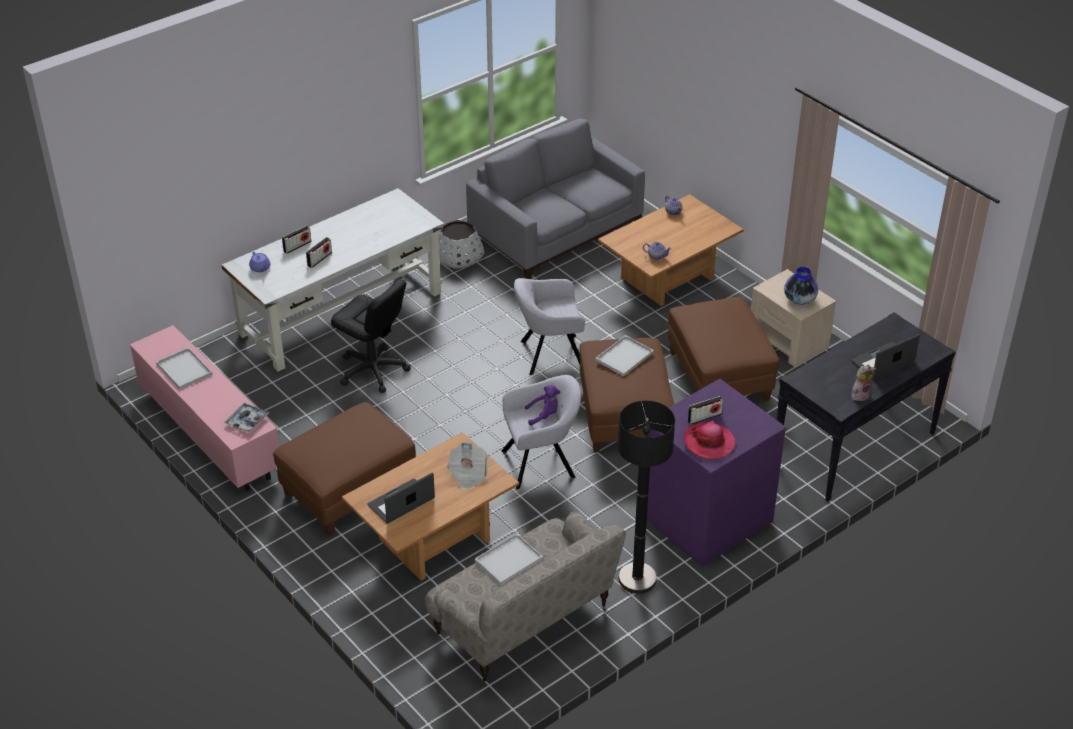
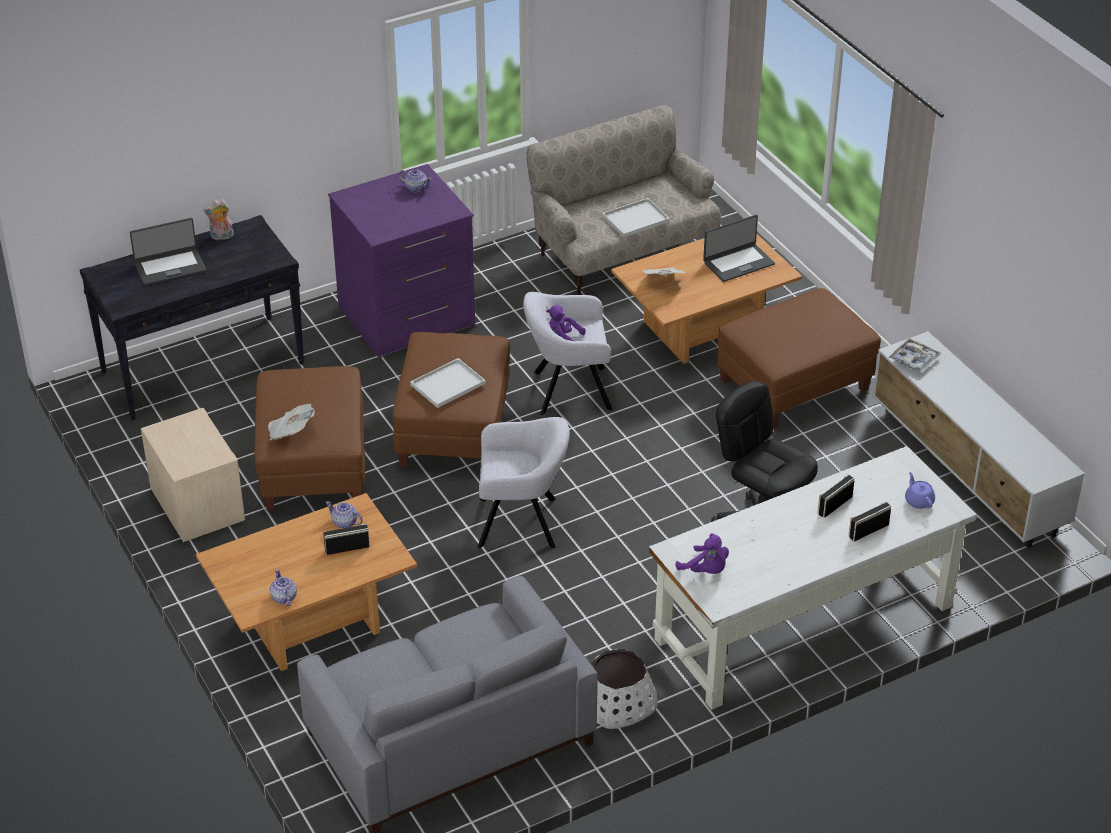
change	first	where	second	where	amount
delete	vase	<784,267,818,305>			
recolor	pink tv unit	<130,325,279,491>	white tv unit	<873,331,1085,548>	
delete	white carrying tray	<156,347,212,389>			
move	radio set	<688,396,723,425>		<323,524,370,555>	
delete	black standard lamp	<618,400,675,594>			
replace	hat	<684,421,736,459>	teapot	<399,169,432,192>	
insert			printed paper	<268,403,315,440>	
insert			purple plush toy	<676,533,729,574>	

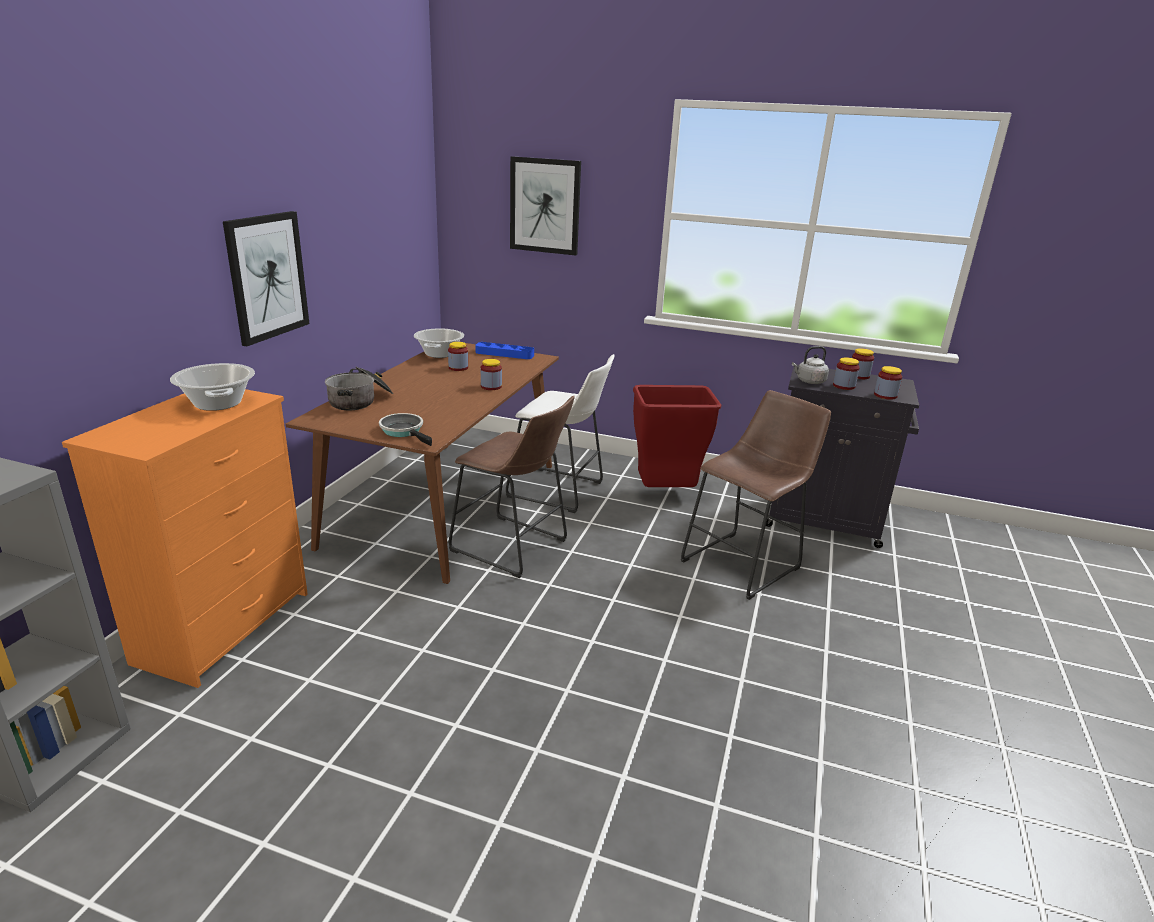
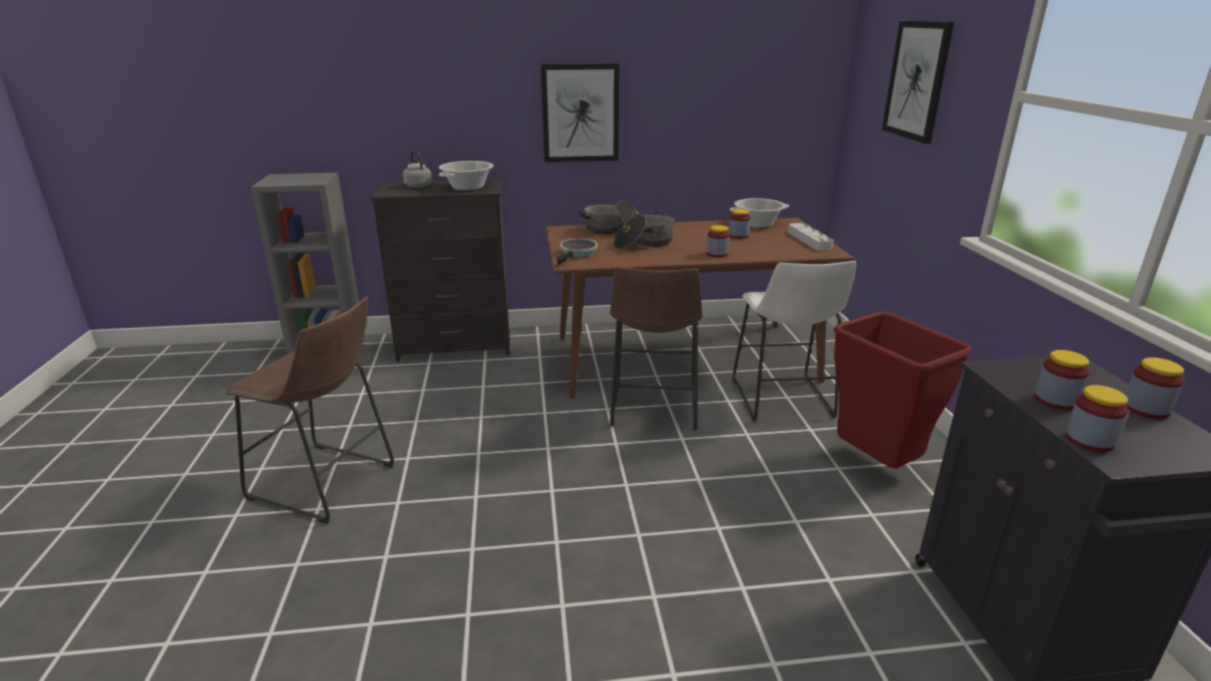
change	first	where	second	where	amount
recolor	bluish carrying tray	<475,342,534,359>	greyish carrying tray	<788,223,833,250>	
move	greyish kettle	<792,346,829,384>		<403,151,432,188>	
recolor	orange-coloured chest of drawers	<62,389,308,688>	black chest of drawers	<371,179,510,362>	
move	brown stool seat	<681,390,831,600>		<225,297,395,524>	
insert			stockpot	<614,211,675,249>	

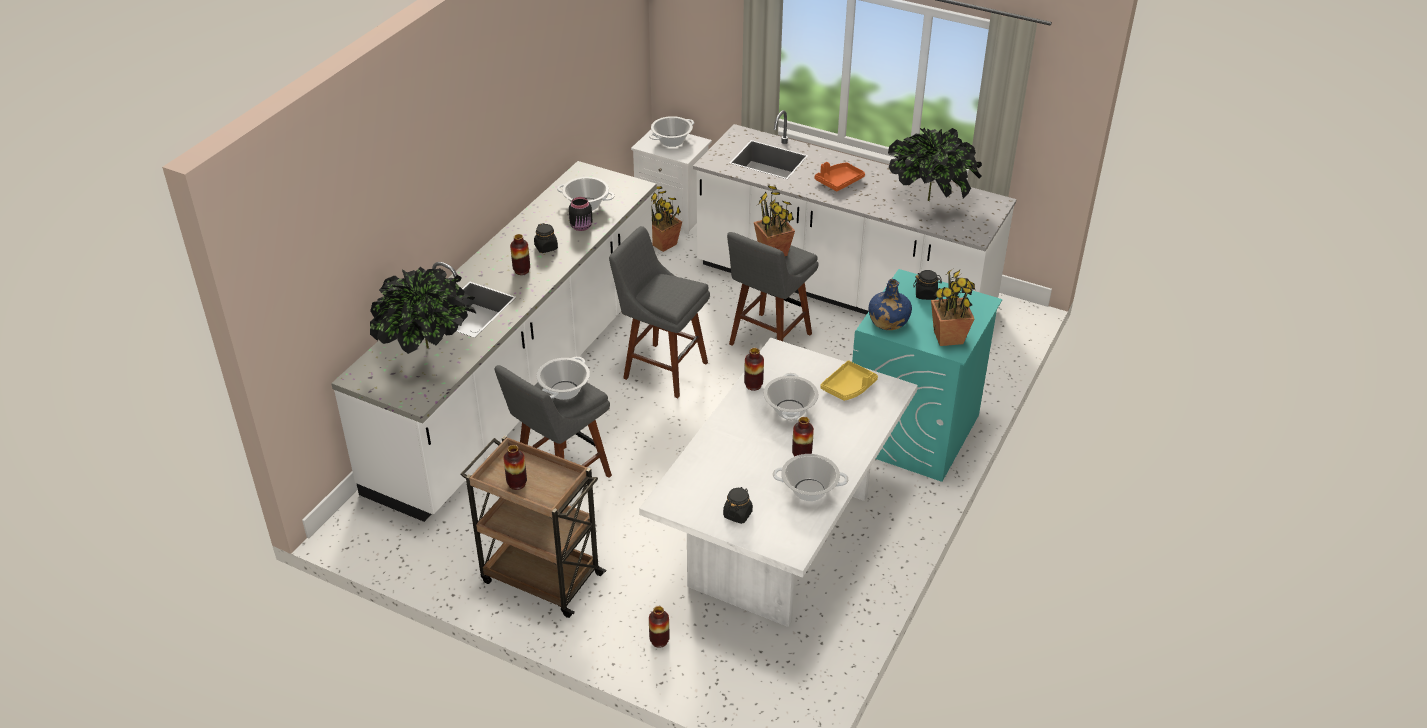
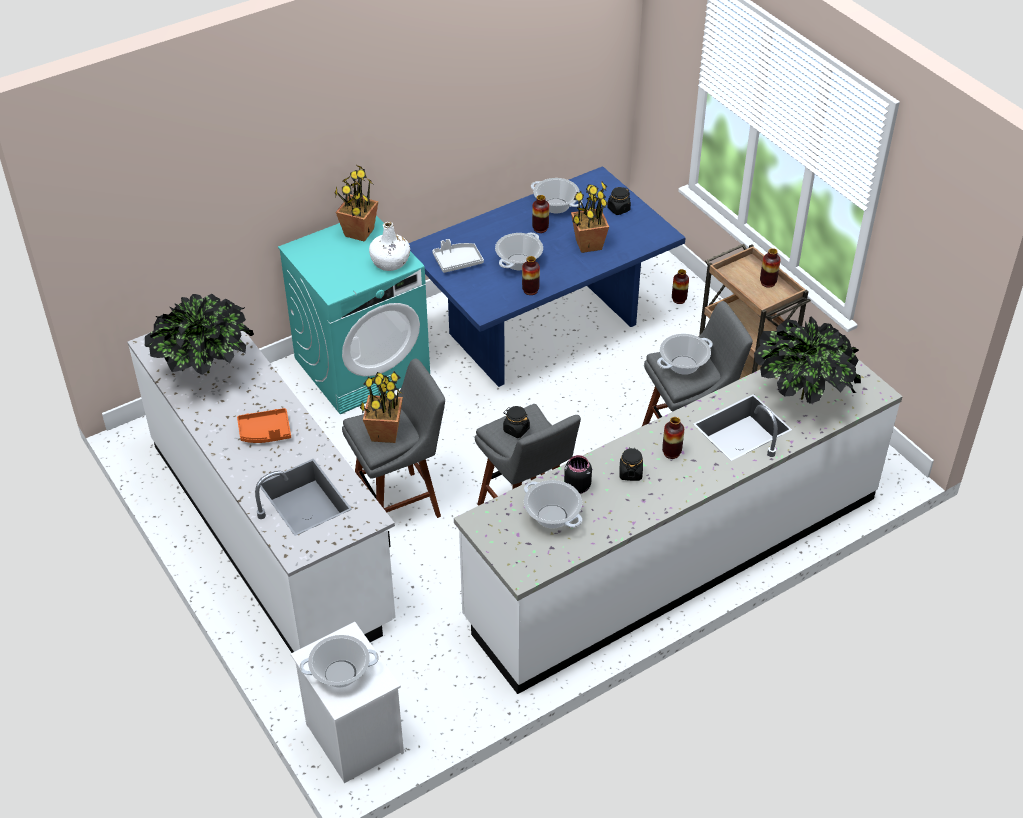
change	first	where	second	where	amount
move	plant in a pot	<651,186,682,252>		<571,182,609,253>	
move	black jar	<913,270,942,300>		<503,406,530,438>	
recolor	bluish drink bottle	<869,279,912,330>	white drink bottle	<369,222,410,271>	
recolor	white kitchen table	<639,338,918,627>	bluish kitchen table	<409,166,686,387>	
recolor	yellowish carrying tray	<820,360,878,401>	greyish carrying tray	<432,239,484,273>	

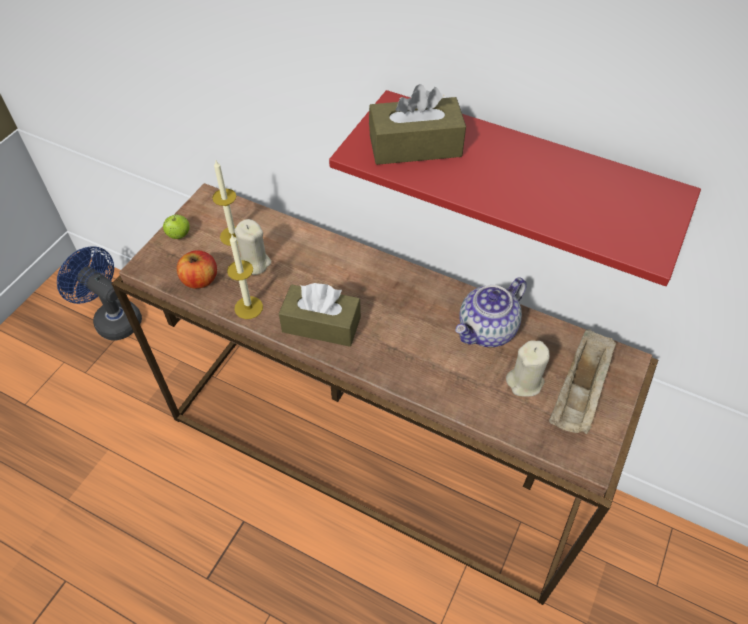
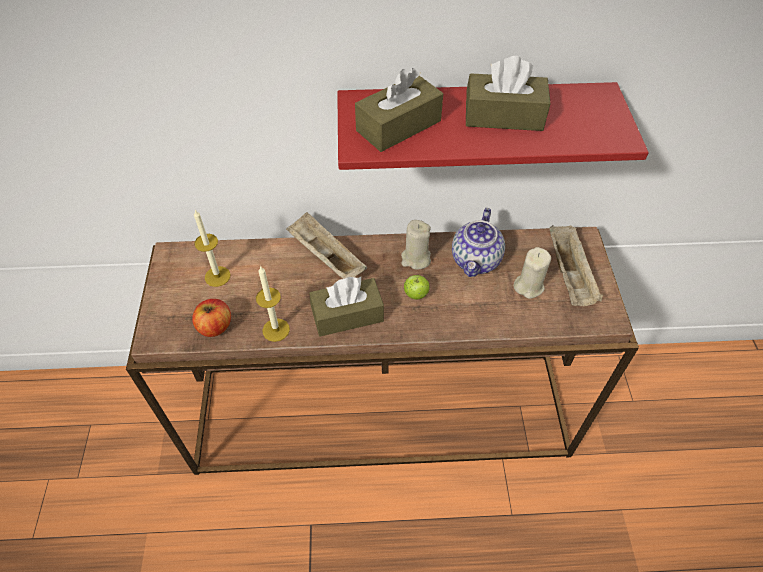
change	first	where	second	where	amount
move	apple fruit	<163,214,190,239>		<404,274,430,299>	
move	sand-coloured candle	<235,219,271,275>		<401,220,431,270>	
delete	bluish cooling fan	<57,246,142,341>			
insert			brown tissue holder	<466,56,551,131>	
insert			sand-coloured carrying tray	<286,212,367,279>	

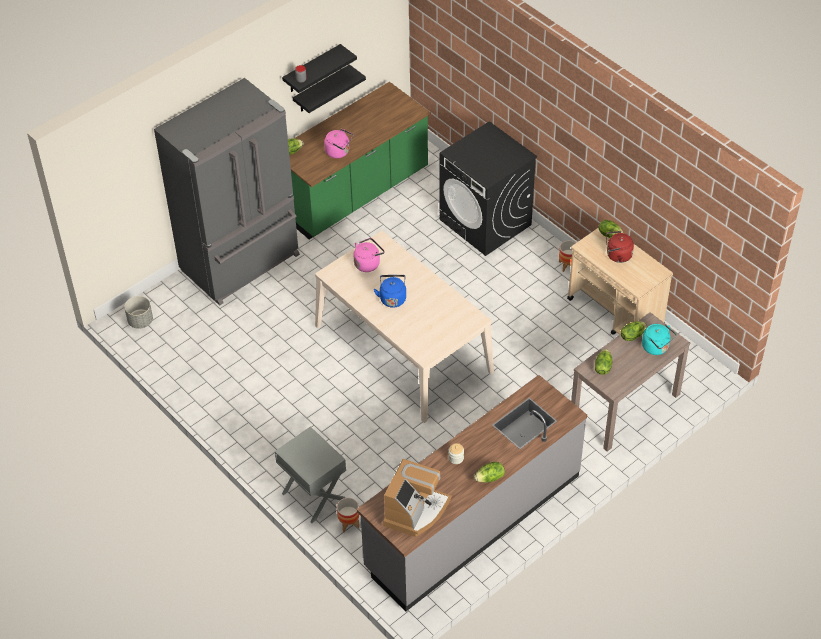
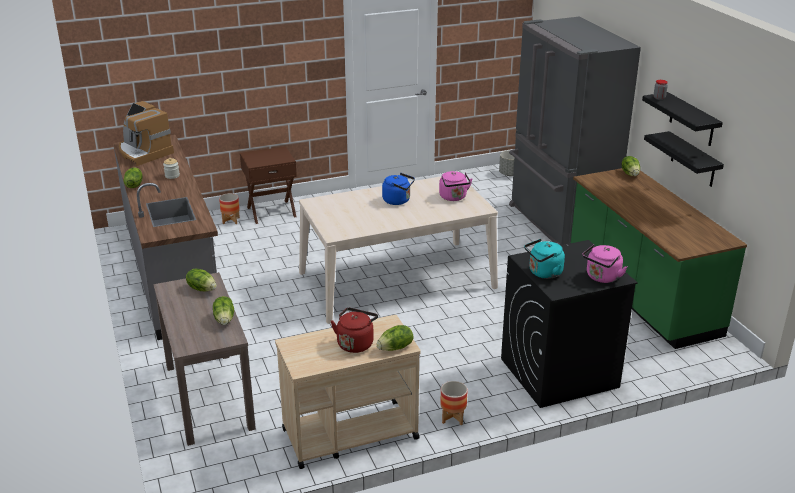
change	first	where	second	where	amount
move	pink kettle	<324,129,353,158>		<582,244,627,283>	
move	turquoise-coloured kettle	<642,324,677,355>		<524,239,565,279>	
recolor	greyish night table	<275,426,346,523>	brown night table	<240,146,297,224>	

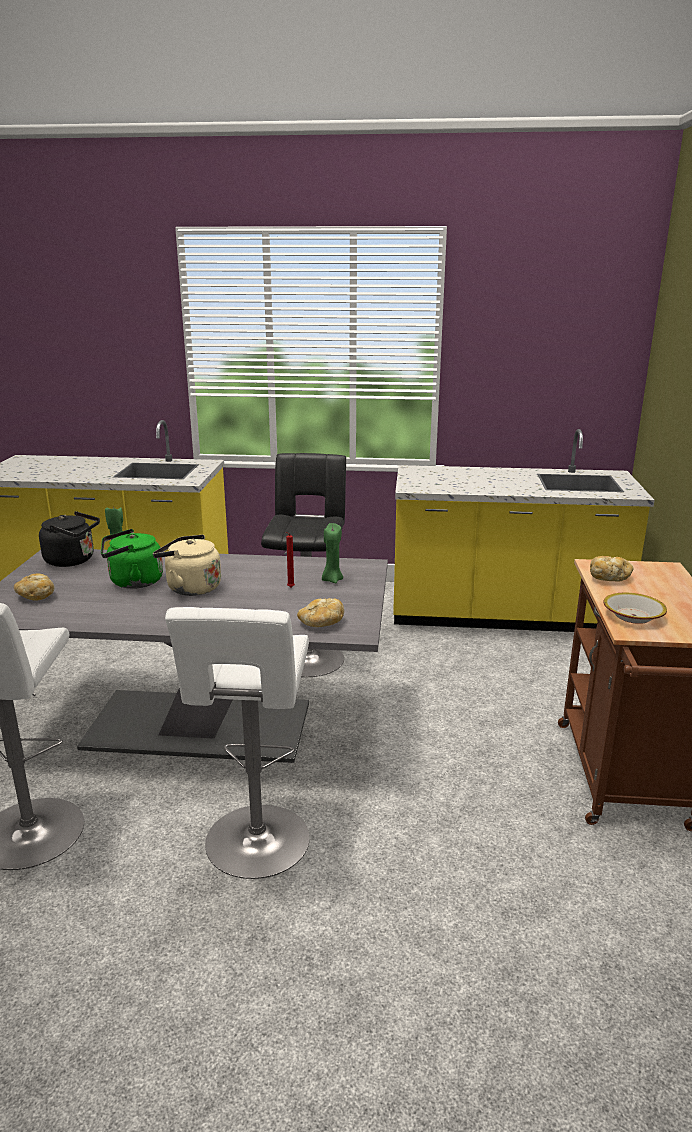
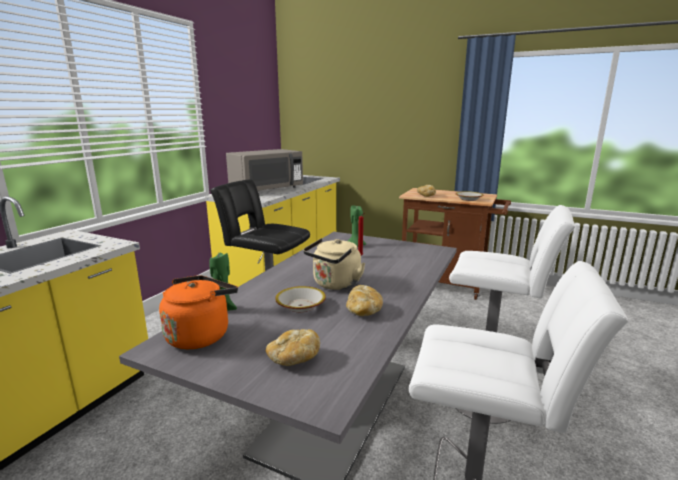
change	first	where	second	where	amount
recolor	black kettle	<39,511,100,567>	orange-coloured kettle	<159,275,238,349>	
replace	greenish kettle	<101,529,163,589>	serving bowl	<275,286,326,312>	
move	baked bread	<297,598,344,627>		<346,285,383,316>	
insert			greyish kitchen microwave	<226,149,303,191>	

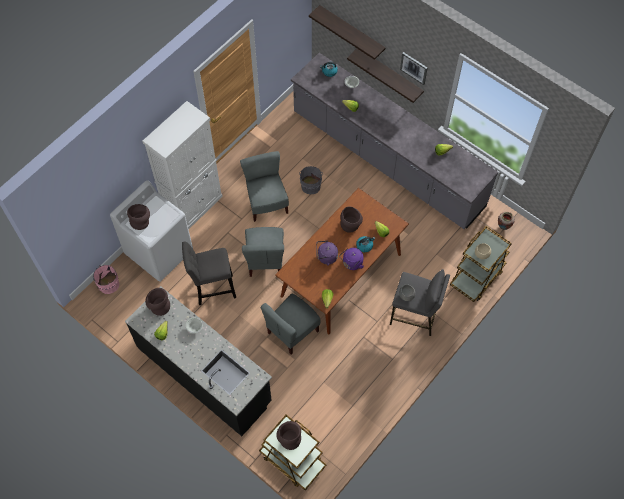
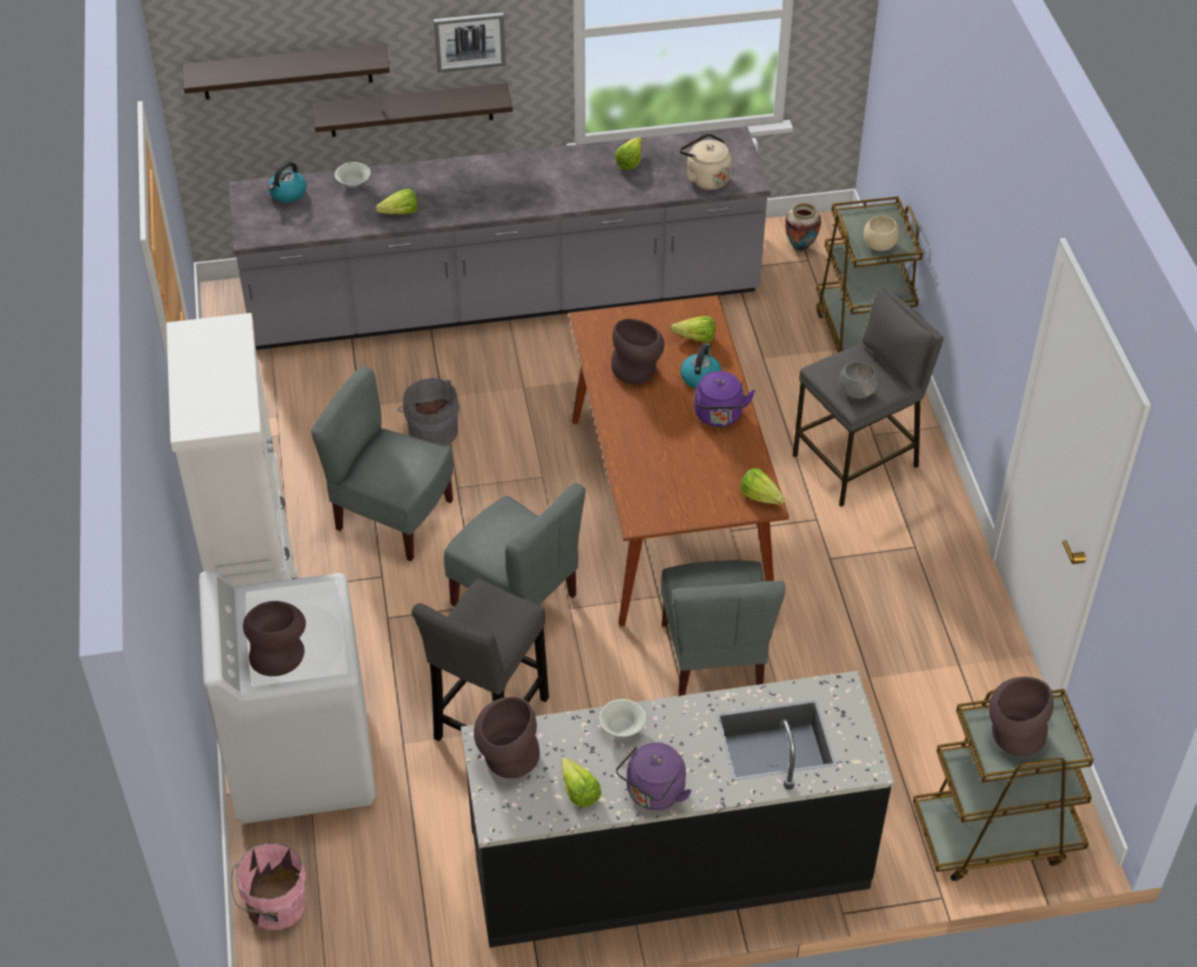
change	first	where	second	where	amount
move	purple kettle	<316,241,338,266>		<616,742,692,810>	
insert			sand-coloured kettle	<679,133,732,190>	

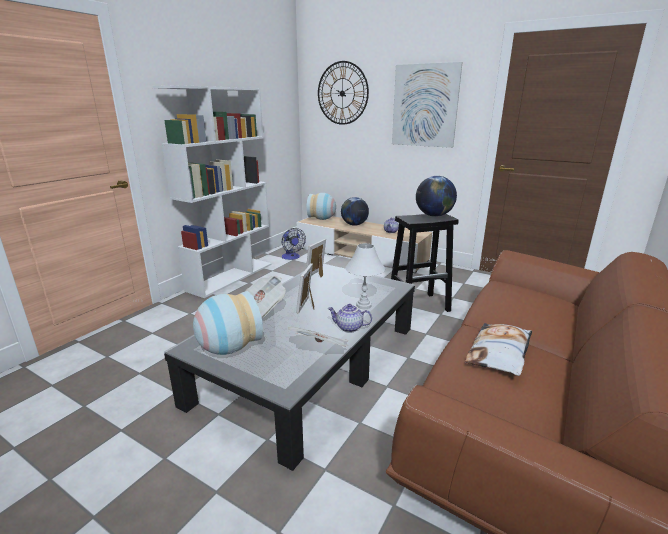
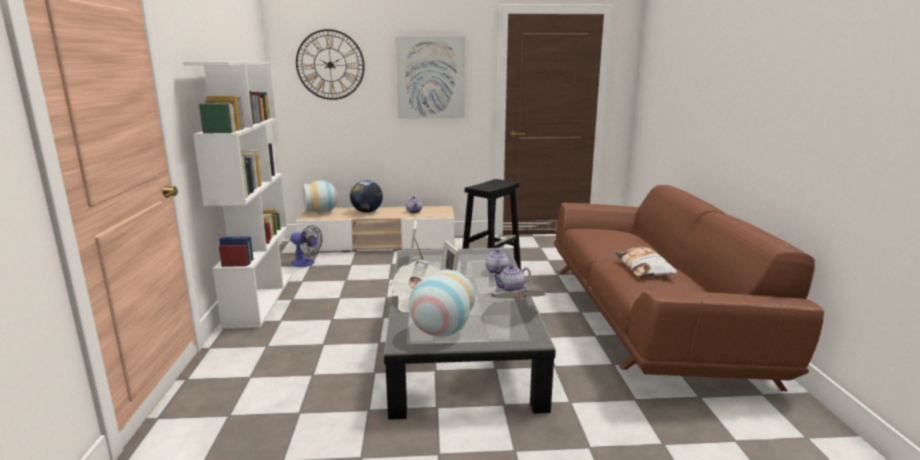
change	first	where	second	where	amount
delete	globe	<416,176,457,217>			
replace	white tabletop lamp	<345,243,385,309>	teapot	<486,249,509,275>	

